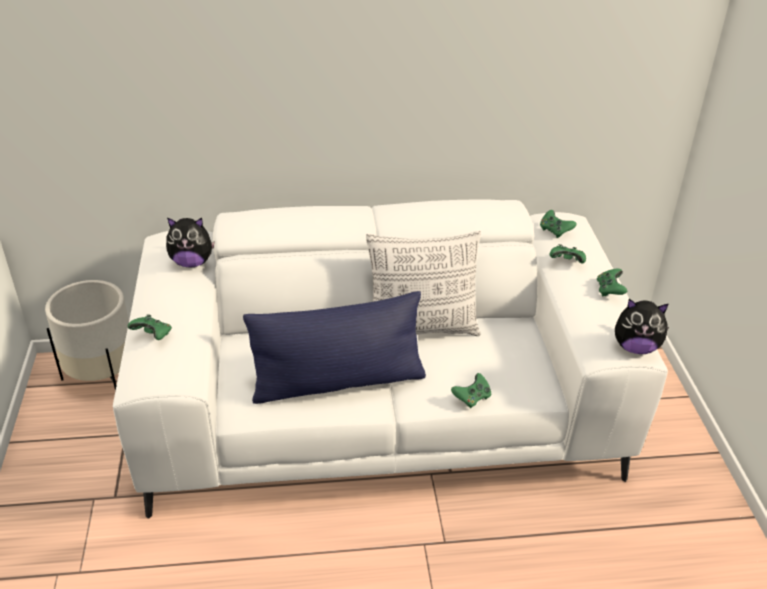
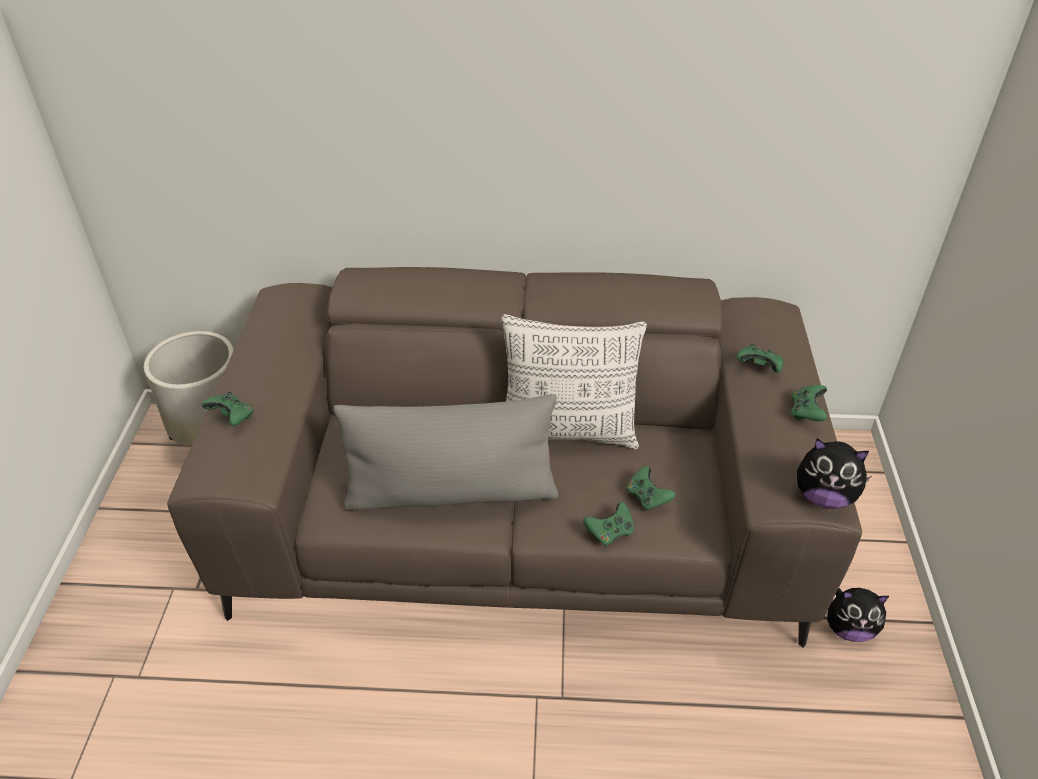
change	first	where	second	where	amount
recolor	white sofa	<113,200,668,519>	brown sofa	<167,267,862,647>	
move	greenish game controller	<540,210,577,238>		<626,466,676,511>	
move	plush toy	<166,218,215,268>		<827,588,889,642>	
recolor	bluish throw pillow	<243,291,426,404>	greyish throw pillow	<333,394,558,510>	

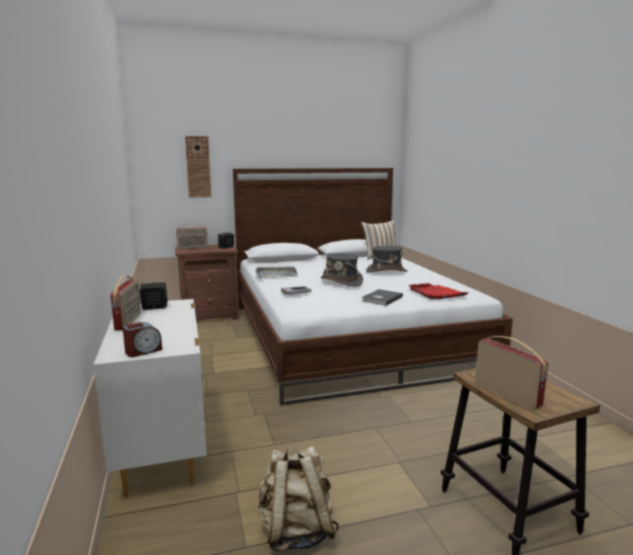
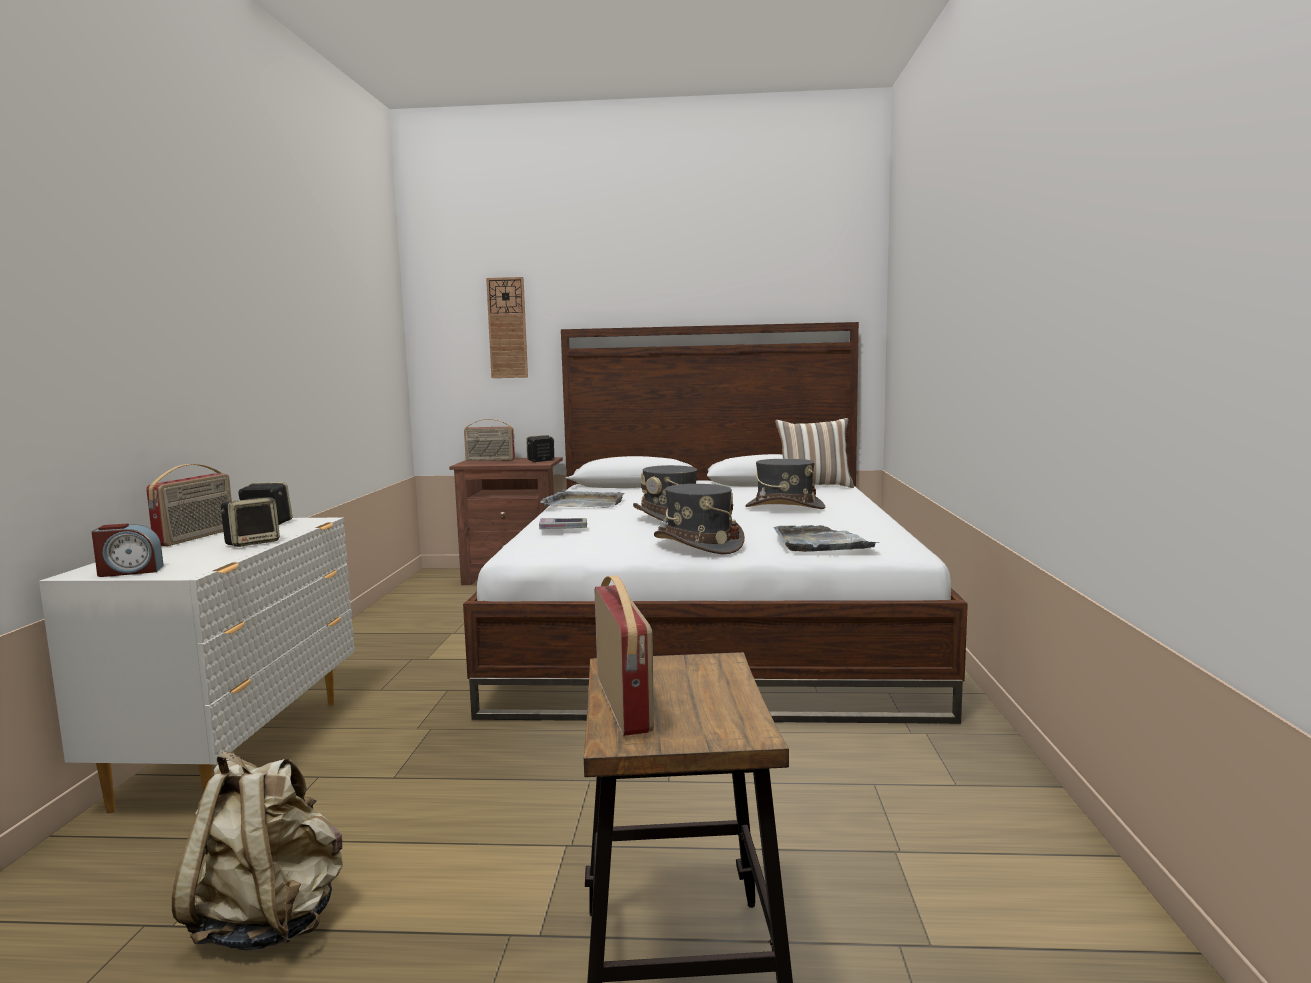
change	first	where	second	where	amount
recolor	red carrying tray	<409,283,468,299>	greyish carrying tray	<774,525,879,552>	
replace	greyish bound book	<362,289,403,306>	greyish hat	<654,484,745,554>	
insert			audio speaker	<220,497,280,547>	

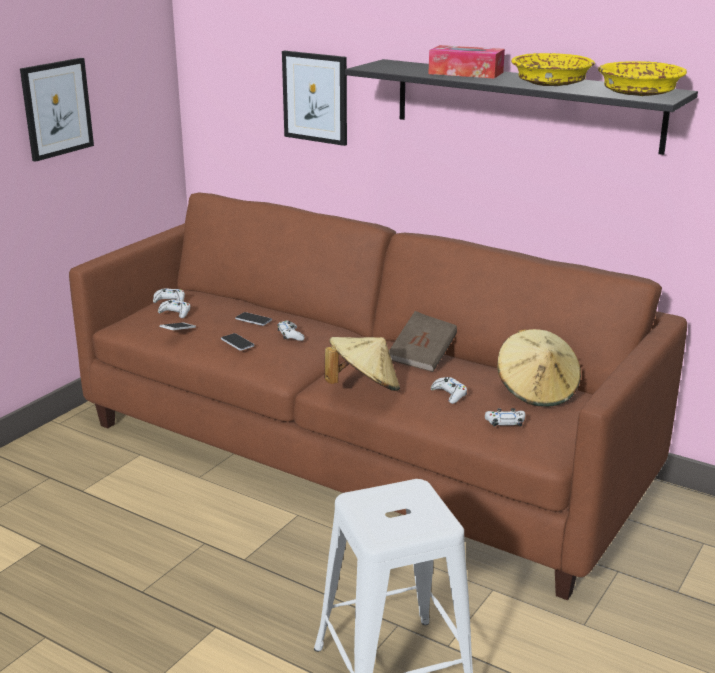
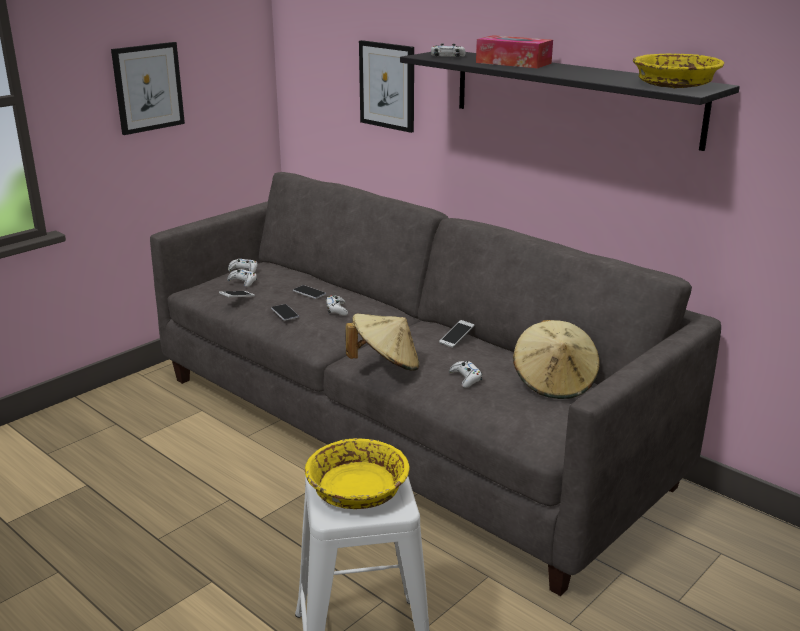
change	first	where	second	where	amount
move	yellowish serving bowl	<511,53,595,86>		<305,438,410,509>	
recolor	brown sofa	<69,193,687,600>	greyish sofa	<150,172,721,596>	
replace	brown bound book	<389,311,457,372>	telephone	<439,320,475,348>	
move	white game controller	<485,408,525,426>		<431,44,465,57>	

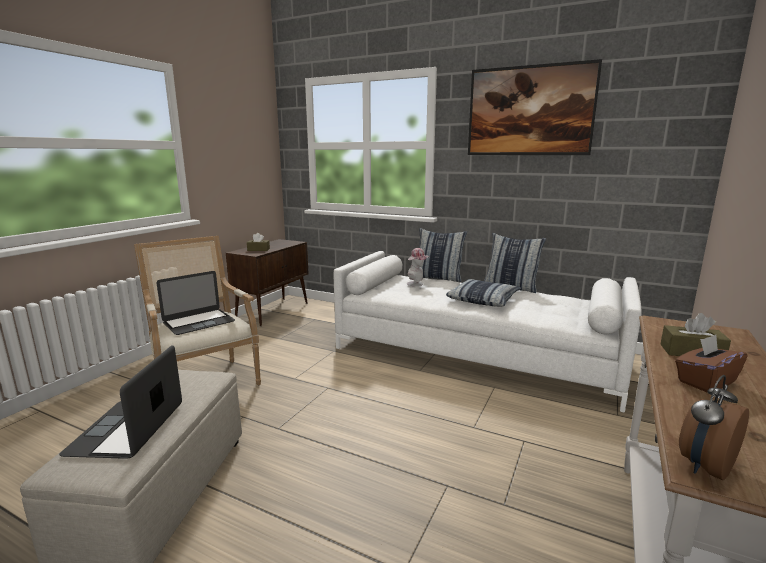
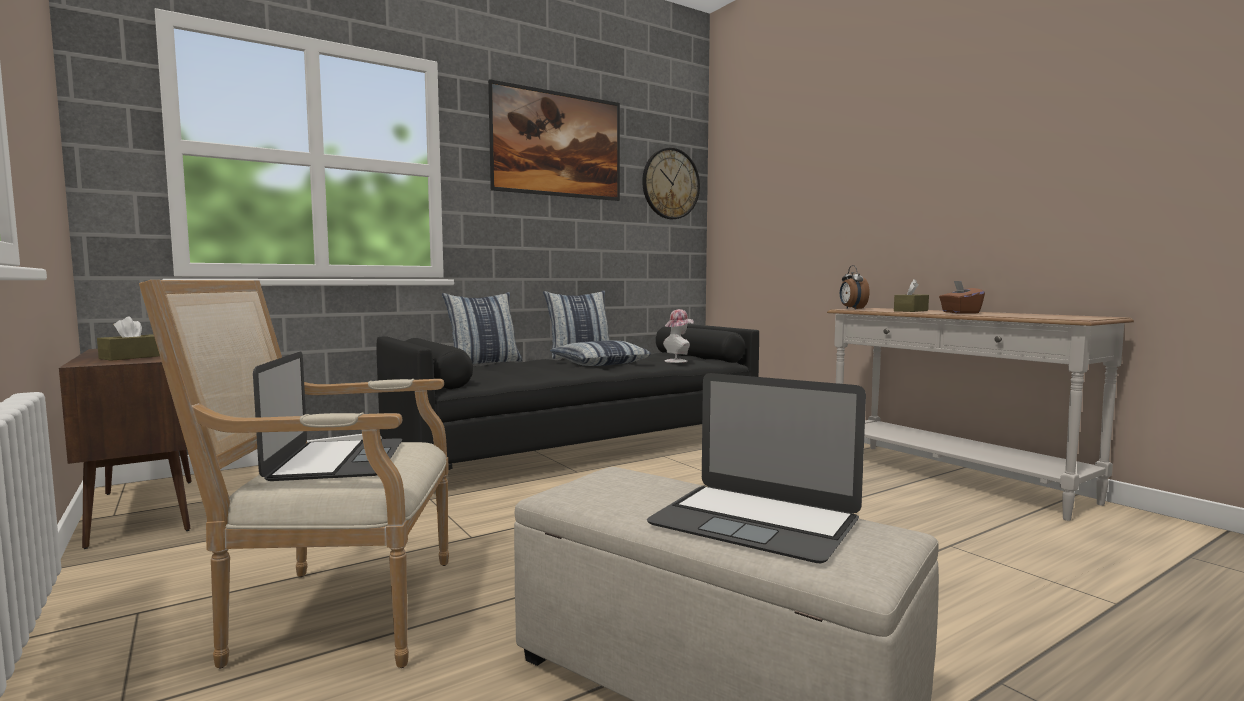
change	first	where	second	where	amount
move	hat	<407,248,429,286>		<663,309,694,363>	
recolor	white sofa	<334,251,642,413>	black sofa	<376,324,759,470>	
move	table clock	<679,375,749,480>		<840,265,869,309>	
insert			wall clock	<642,148,700,219>	

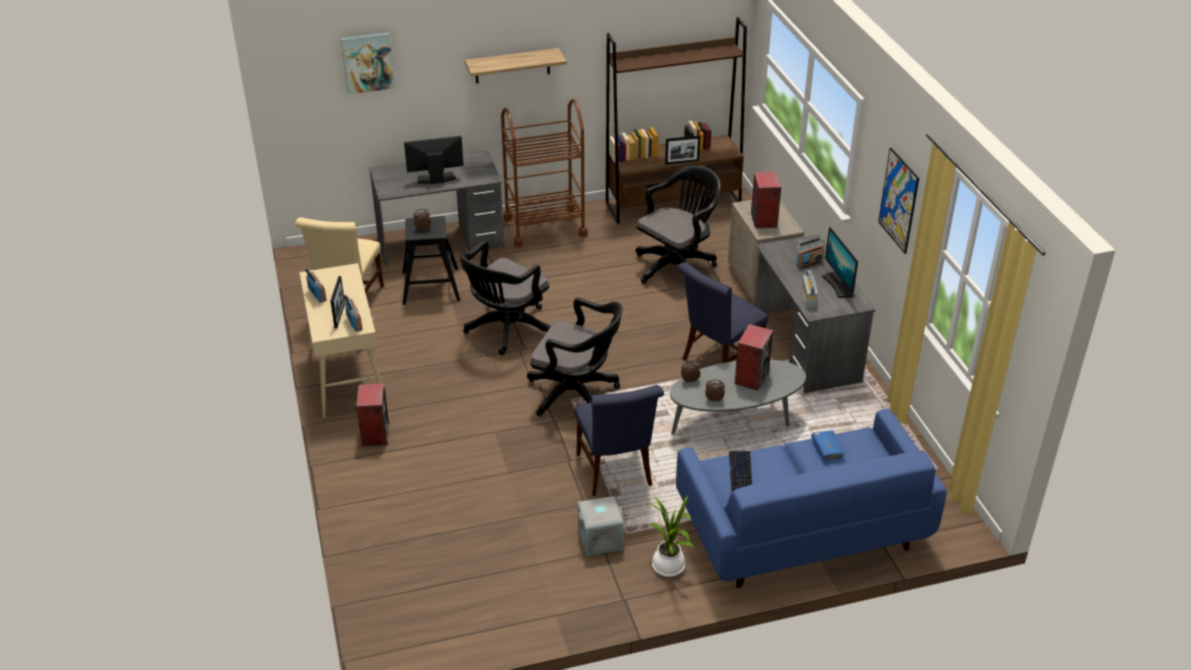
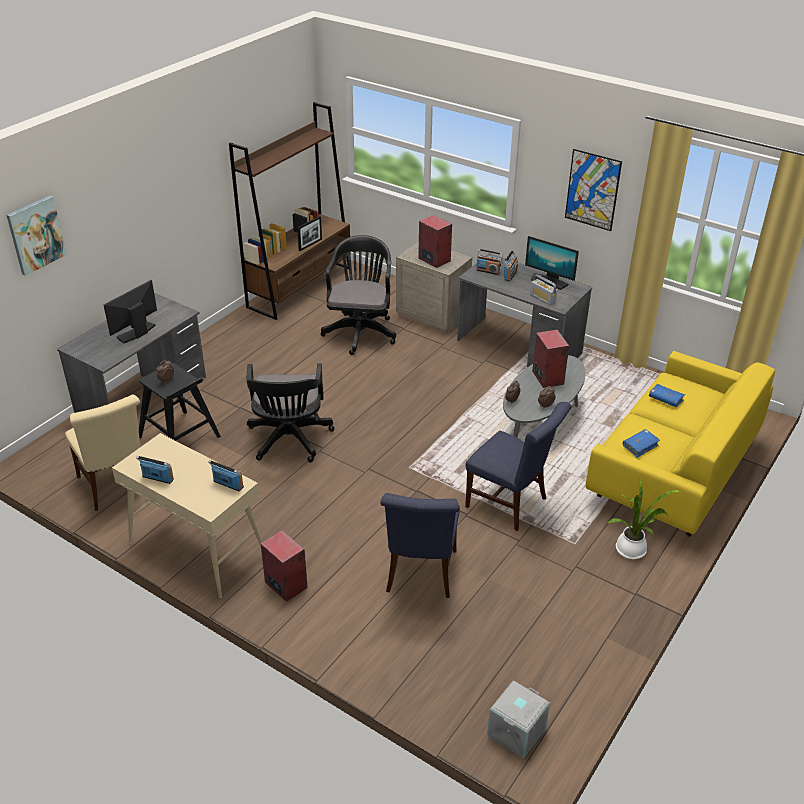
change	first	where	second	where	amount
delete	wall shelf	<465,48,567,84>			
delete	brown cart	<501,99,587,247>			
move	bluish chair	<677,262,768,363>		<380,493,460,598>	
delete	picture frame	<331,276,345,329>			
delete	black computer chair	<527,297,623,416>			
recolor	bluish sofa	<676,409,947,588>	yellowish sofa	<586,351,775,537>	
replace	keyboard	<729,451,752,492>	bluish bound book	<623,429,660,458>	
move	greyish storage container	<578,496,624,556>		<487,680,550,758>	
insert			radio set	<476,249,503,275>	

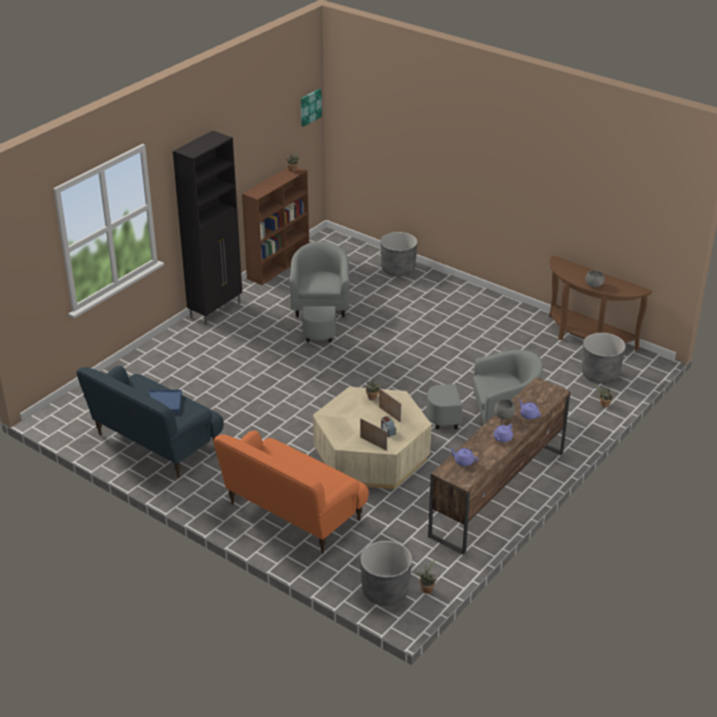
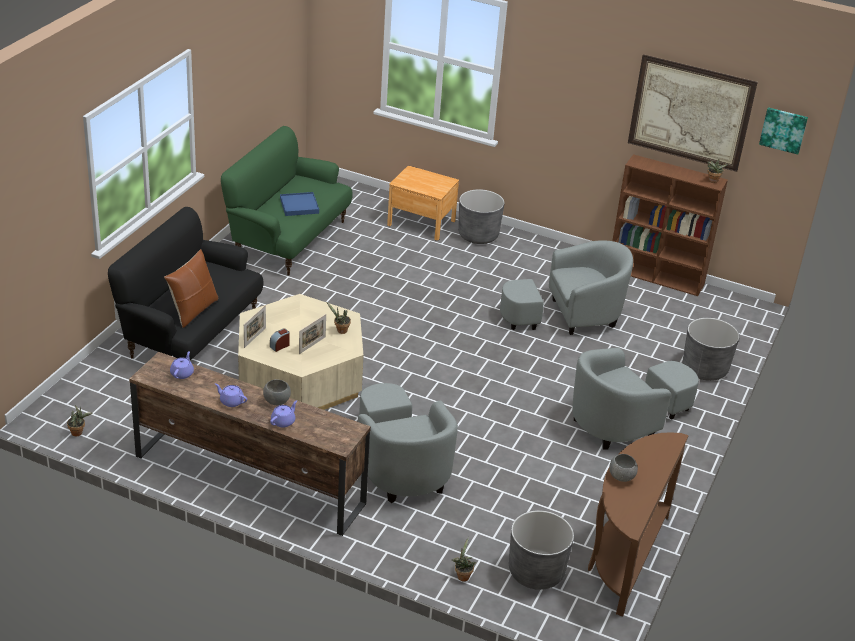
change	first	where	second	where	amount
delete	black cupboard	<173,131,242,325>			
recolor	bluish sofa	<76,366,224,478>	greenish sofa	<221,126,353,276>	
recolor	orange-coloured sofa	<213,430,369,554>	black sofa	<108,207,264,360>	
move	greyish flower pot	<360,541,412,606>		<458,189,504,244>	
insert			wall picture	<628,54,758,172>	
insert			brown night table	<387,166,459,241>	
insert			brown throw pillow	<164,249,218,328>	
insert			greyish lounge chair	<572,347,699,450>	

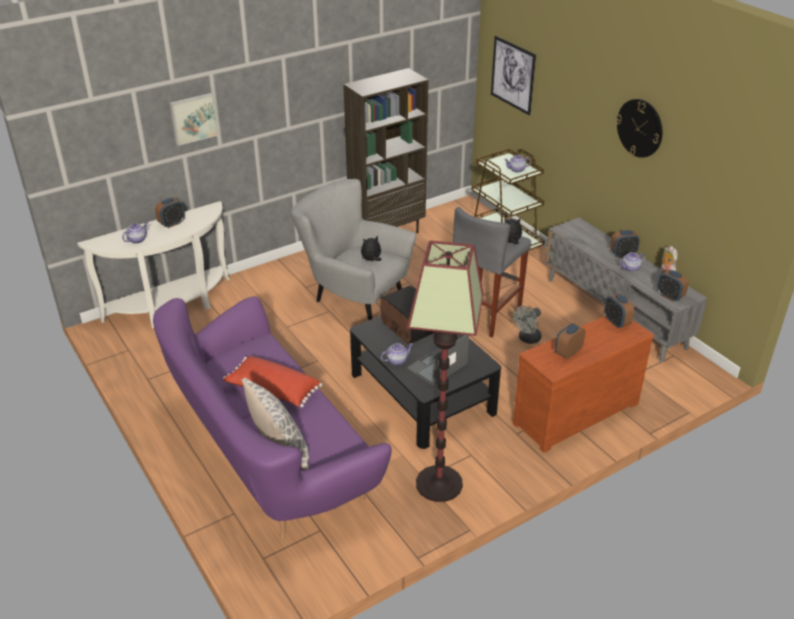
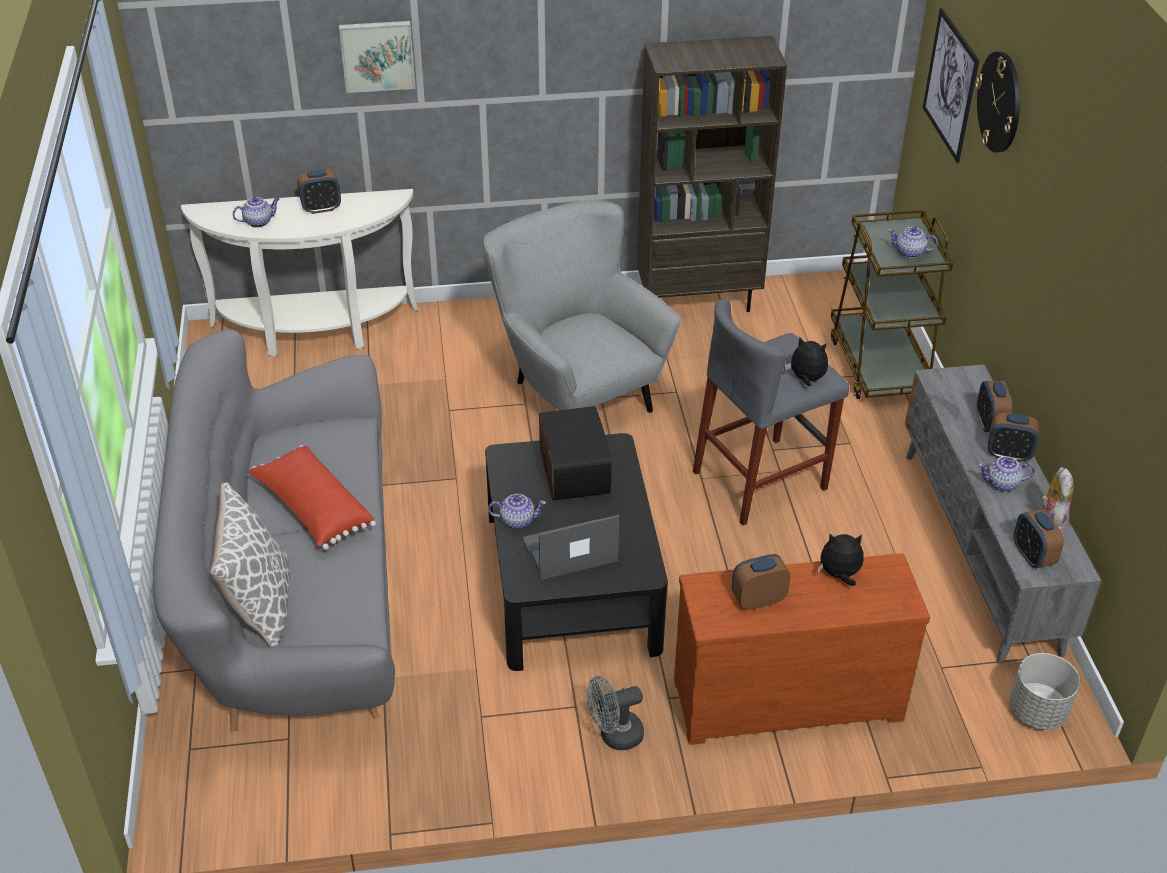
change	first	where	second	where	amount
move	wall clock	<616,99,662,158>		<975,51,1020,153>	
move	plush toy	<361,236,382,261>		<818,534,864,586>	
delete	standard lamp	<407,241,484,502>			
move	table clock	<604,293,634,328>		<977,381,1012,432>	
recolor	purple sofa	<153,296,391,539>	greyish sofa	<153,330,395,732>	
move	greyish cooling fan	<513,306,541,344>		<587,676,644,750>	
insert			greyish flower pot	<1009,653,1080,730>	

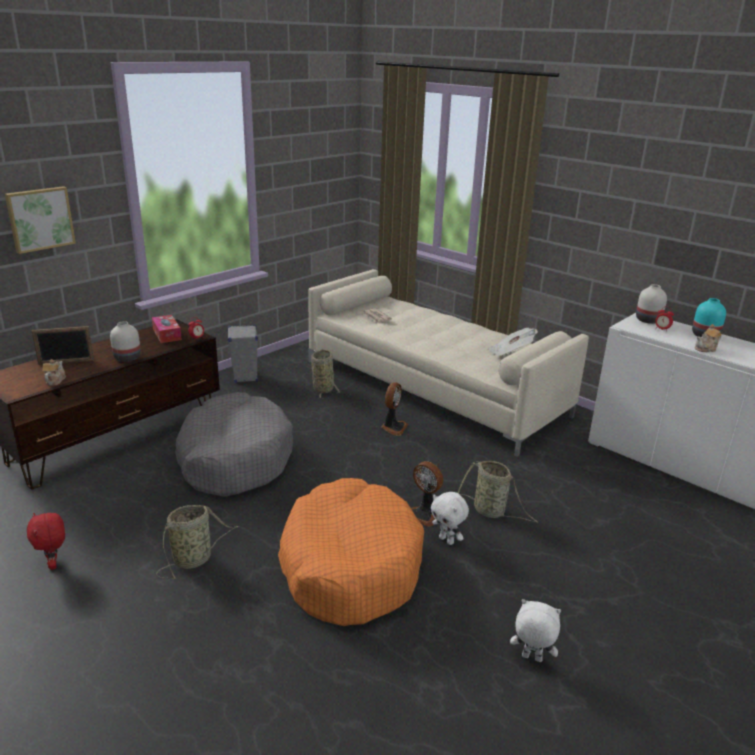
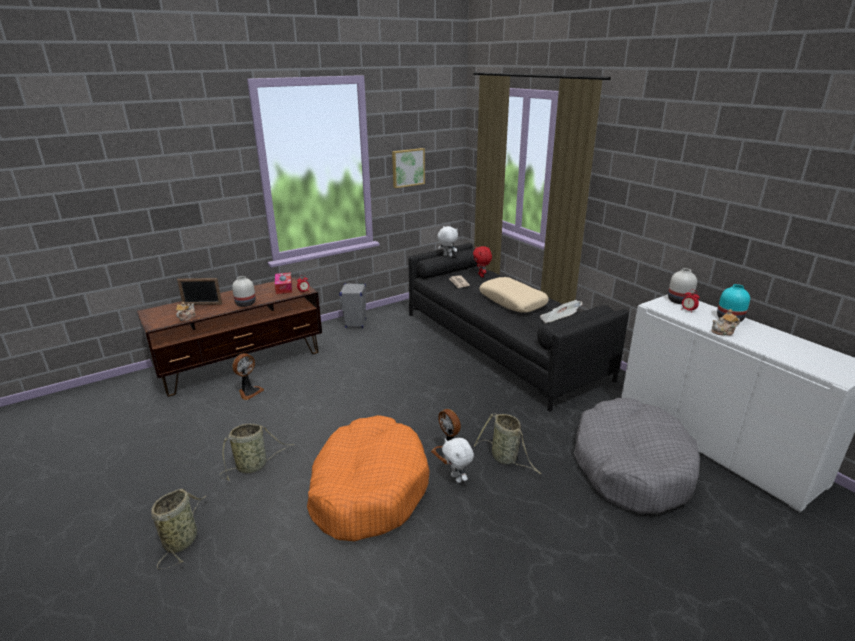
change	first	where	second	where	amount
move	wall picture	<5,186,76,254>		<392,148,425,188>	
recolor	sand-coloured sofa	<308,269,589,457>	black sofa	<408,243,629,412>	
move	storage basket	<311,349,340,399>		<151,489,206,569>	
move	cooling fan	<381,382,408,436>		<232,353,264,400>	
move	greyish dog bed	<175,392,293,497>		<573,398,700,514>	
move	red plush toy	<27,513,65,570>		<473,246,492,277>	
move	white plush toy	<510,599,562,662>		<437,226,458,257>	
insert			sand-coloured throw pillow	<479,277,549,313>	

